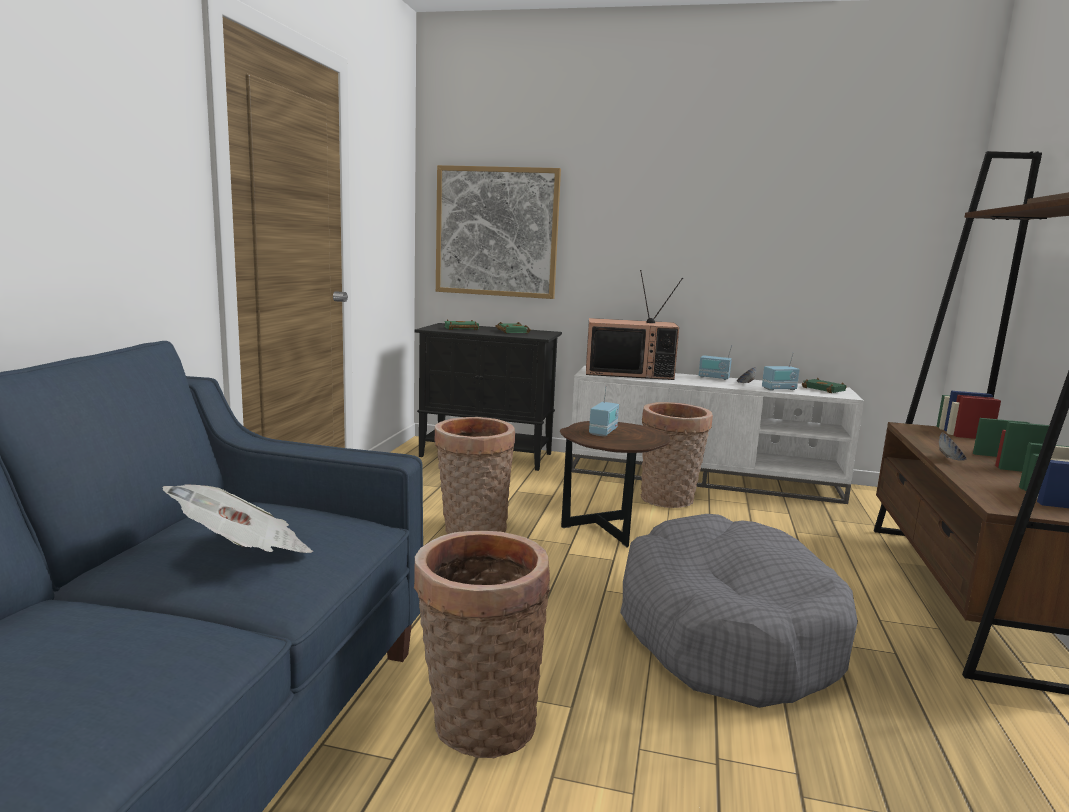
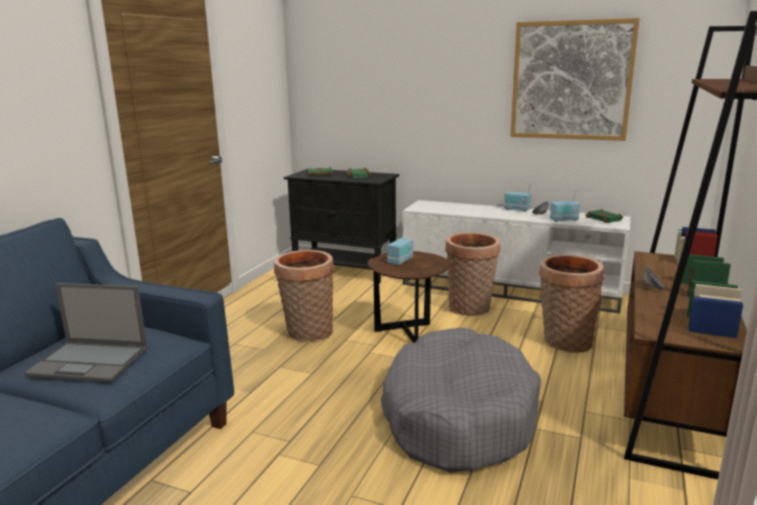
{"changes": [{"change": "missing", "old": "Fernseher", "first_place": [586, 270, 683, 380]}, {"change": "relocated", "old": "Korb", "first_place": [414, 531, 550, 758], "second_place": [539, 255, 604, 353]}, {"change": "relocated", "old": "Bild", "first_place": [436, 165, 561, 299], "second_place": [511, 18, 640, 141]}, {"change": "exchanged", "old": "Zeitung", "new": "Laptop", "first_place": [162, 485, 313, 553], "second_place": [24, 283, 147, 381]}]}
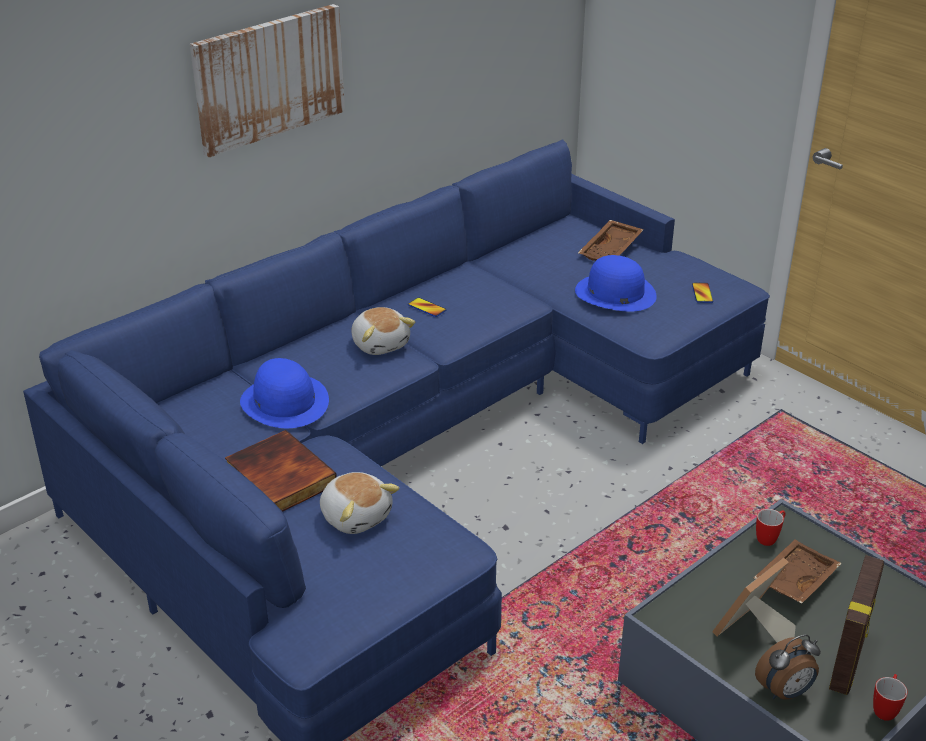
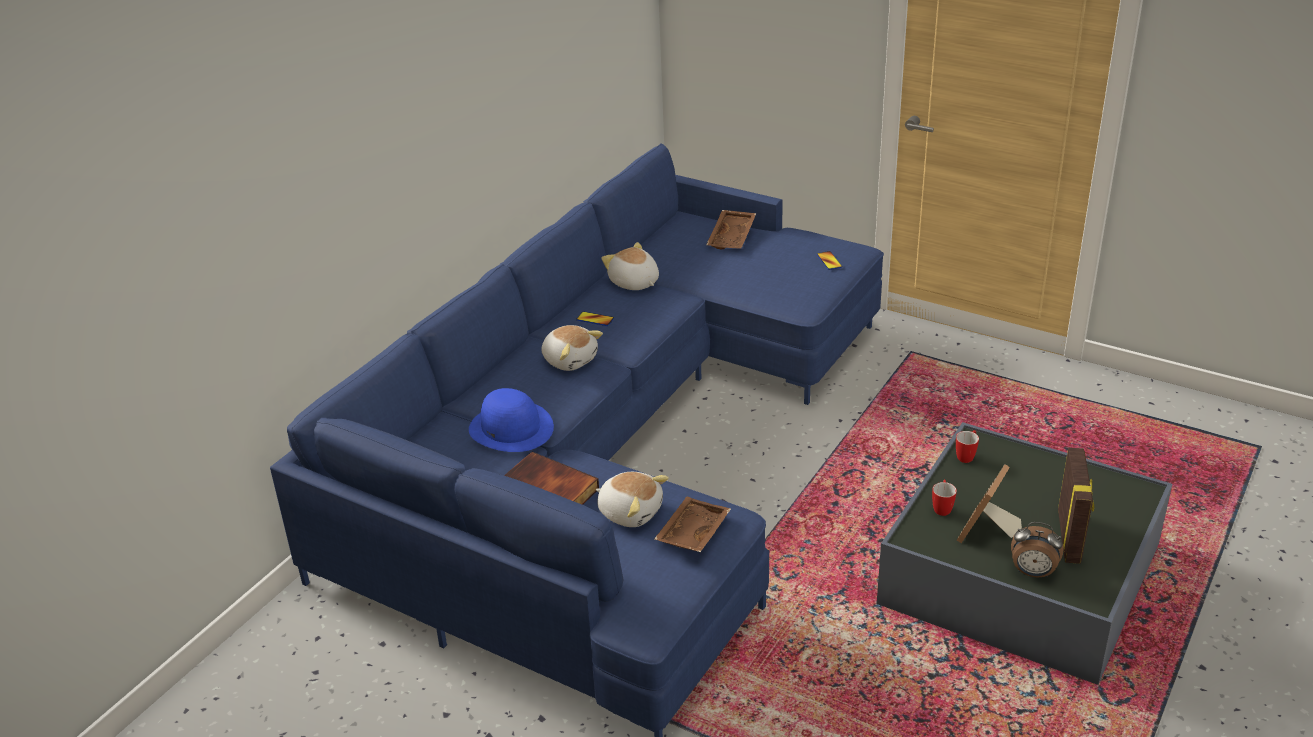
{"changes": [{"change": "missing", "old": "Bild", "first_place": [190, 4, 345, 157]}, {"change": "missing", "old": "Hut/blau", "first_place": [575, 255, 657, 312]}, {"change": "appeared", "new": "Plüschtier", "second_place": [601, 242, 659, 290]}, {"change": "relocated", "old": "Tablett/braun", "first_place": [753, 539, 842, 603], "second_place": [654, 497, 731, 552]}, {"change": "relocated", "old": "Henkelbecher", "first_place": [873, 674, 908, 721], "second_place": [932, 480, 957, 516]}, {"change": "spun", "old": "Wecker", "first_place": [755, 634, 821, 700], "second_place": [1011, 522, 1063, 577], "degrees": 60}]}
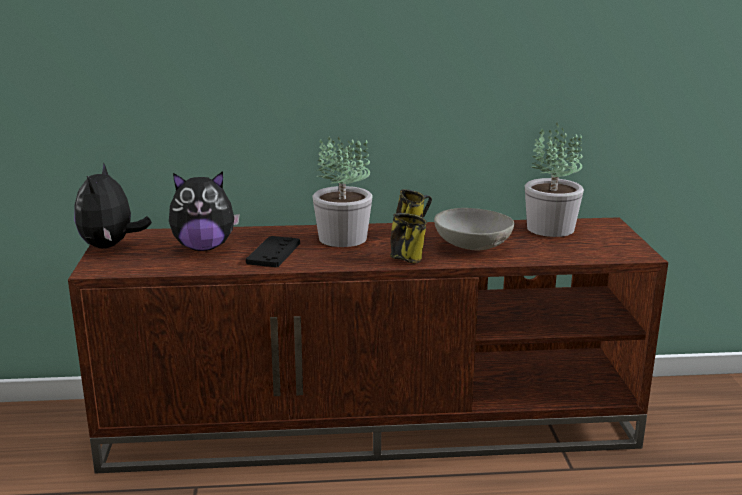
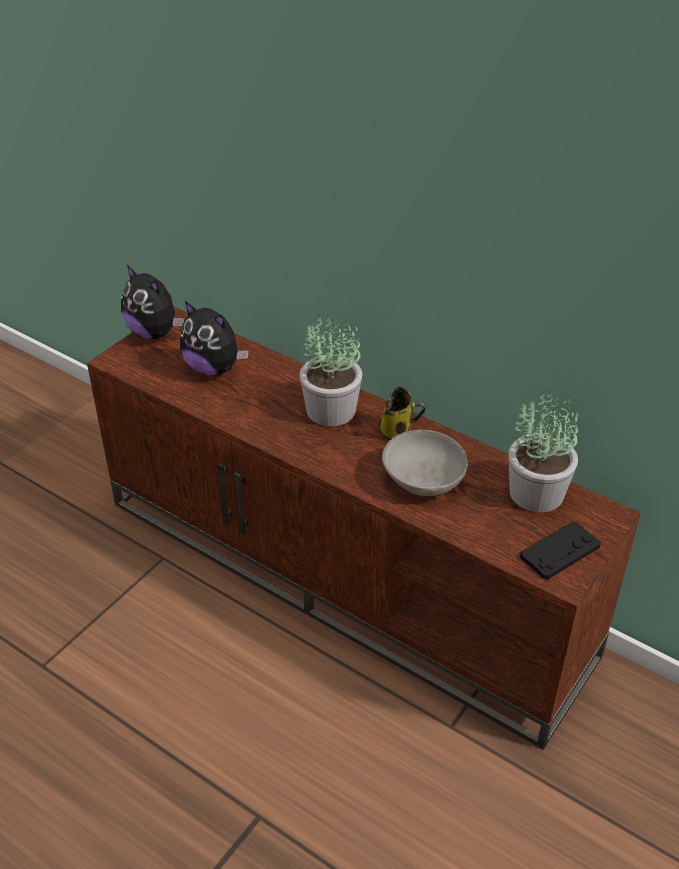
{"changes": [{"change": "missing", "old": "Henkelbecher", "first_place": [390, 213, 427, 264]}, {"change": "relocated", "old": "Gamepad/schwarz", "first_place": [246, 236, 300, 267], "second_place": [520, 521, 601, 580]}, {"change": "spun", "old": "Plüschtier", "first_place": [74, 162, 152, 248], "second_place": [121, 264, 184, 339], "degrees": -90}]}
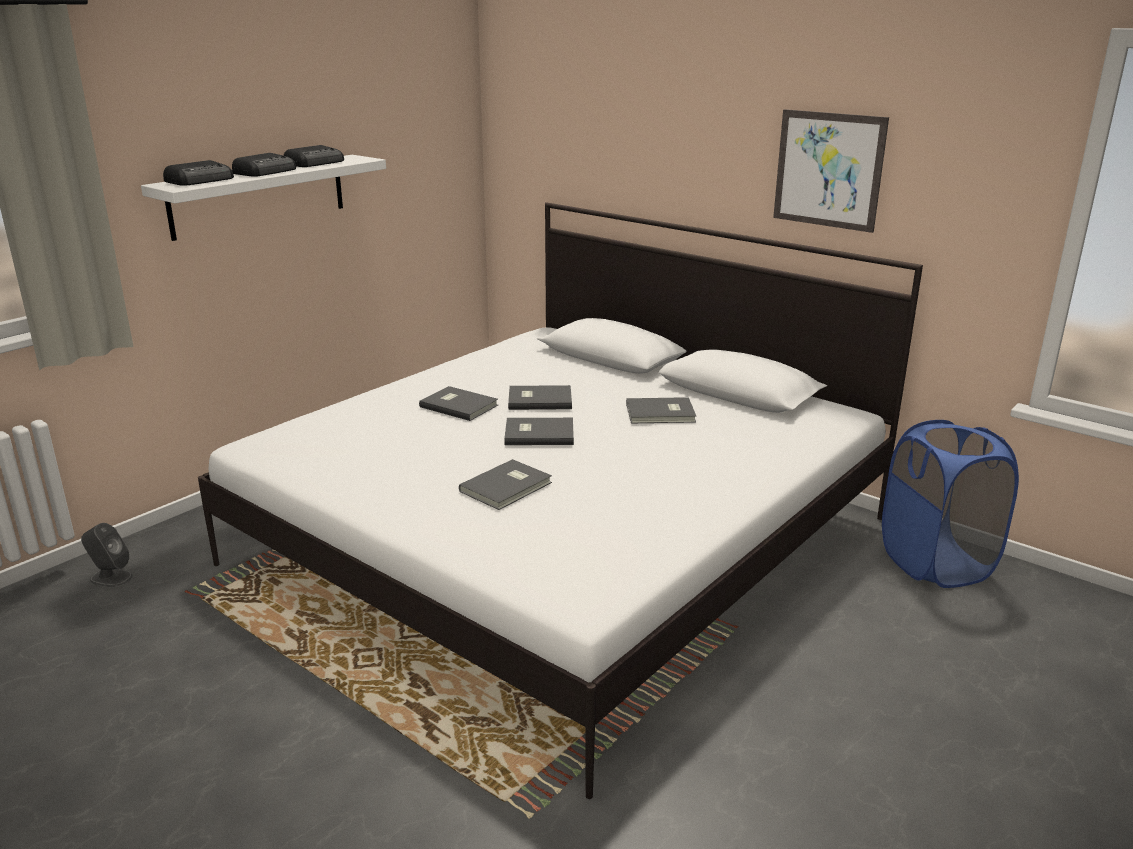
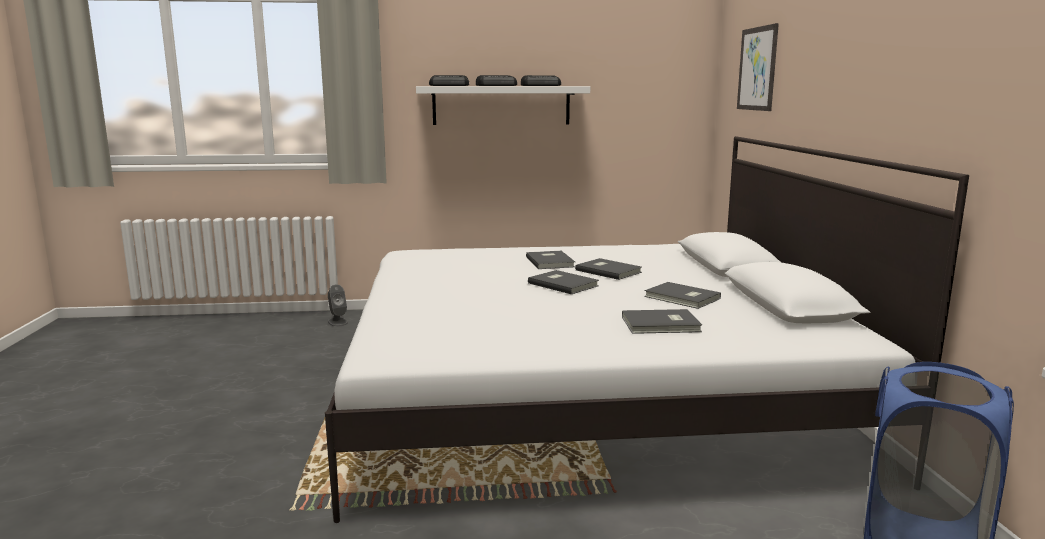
{"changes": [{"change": "relocated", "old": "Buch/grau", "first_place": [459, 459, 552, 510], "second_place": [622, 309, 702, 334]}, {"change": "relocated", "old": "Bild", "first_place": [773, 109, 889, 233], "second_place": [737, 23, 779, 111]}]}
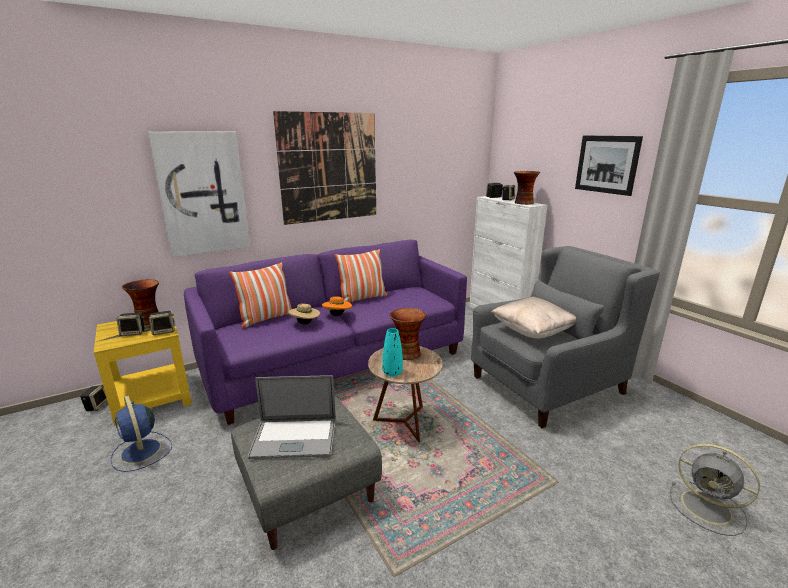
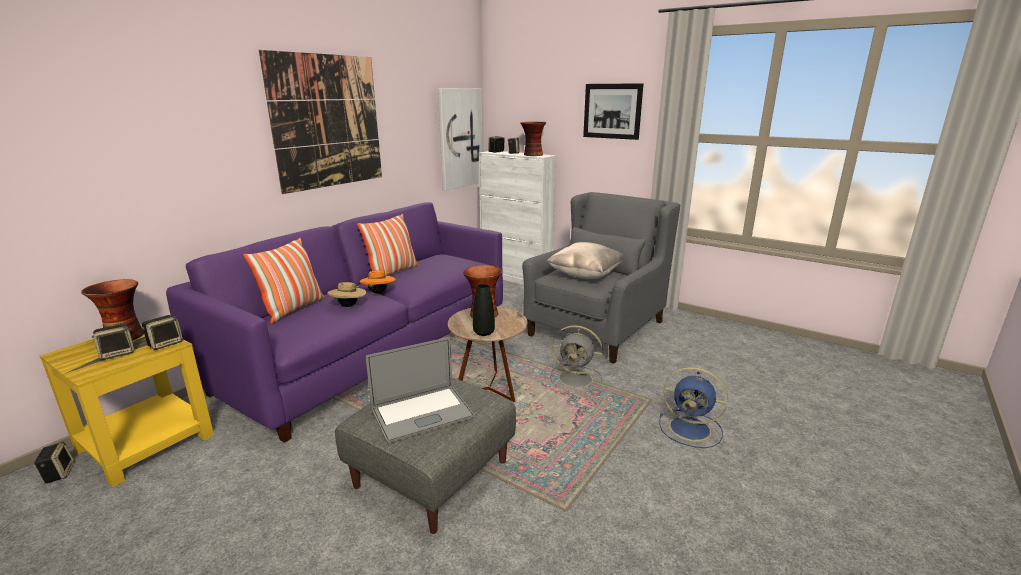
{"changes": [{"change": "relocated", "old": "Ventilator/blau", "first_place": [111, 396, 172, 472], "second_place": [659, 367, 728, 448]}, {"change": "relocated", "old": "Bild", "first_place": [148, 131, 250, 257], "second_place": [438, 88, 483, 191]}, {"change": "relocated", "old": "Ventilator/grau", "first_place": [670, 444, 760, 536], "second_place": [550, 325, 604, 390]}, {"change": "colour", "old": "Vase/türkis", "new": "Vase/schwarz", "first_place": [382, 328, 403, 377], "second_place": [473, 284, 495, 336]}]}
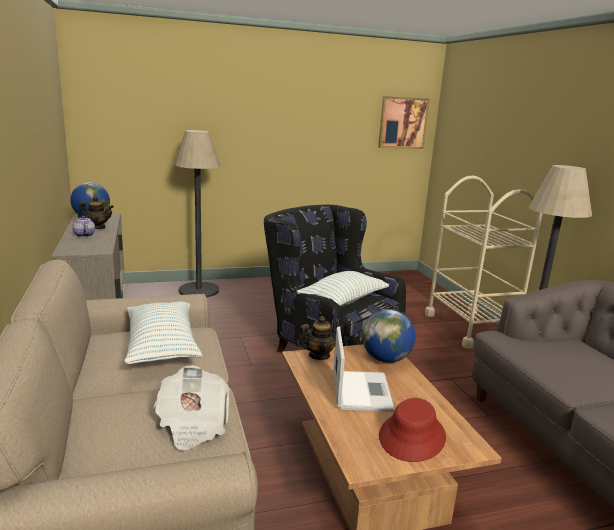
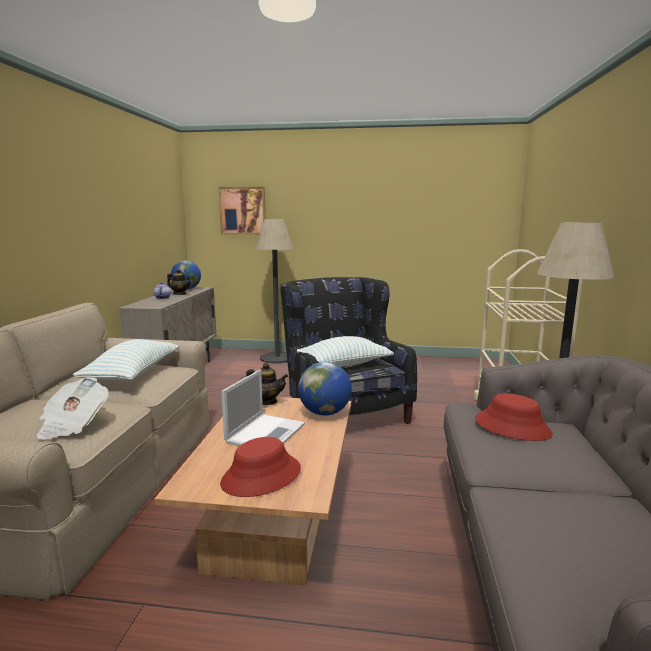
{"changes": [{"change": "appeared", "new": "Hut/rot", "second_place": [475, 393, 553, 441]}, {"change": "relocated", "old": "Bild", "first_place": [378, 96, 430, 149], "second_place": [218, 187, 266, 235]}]}
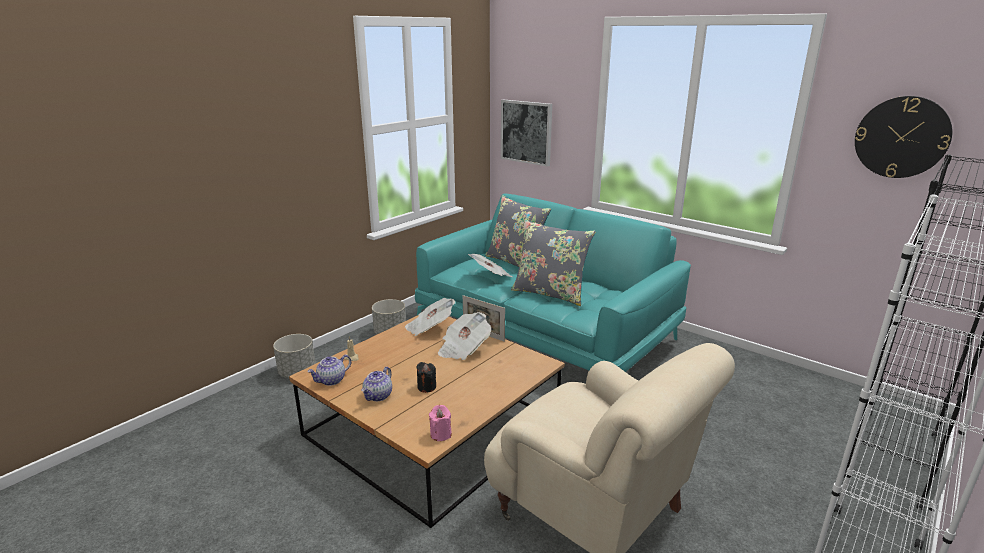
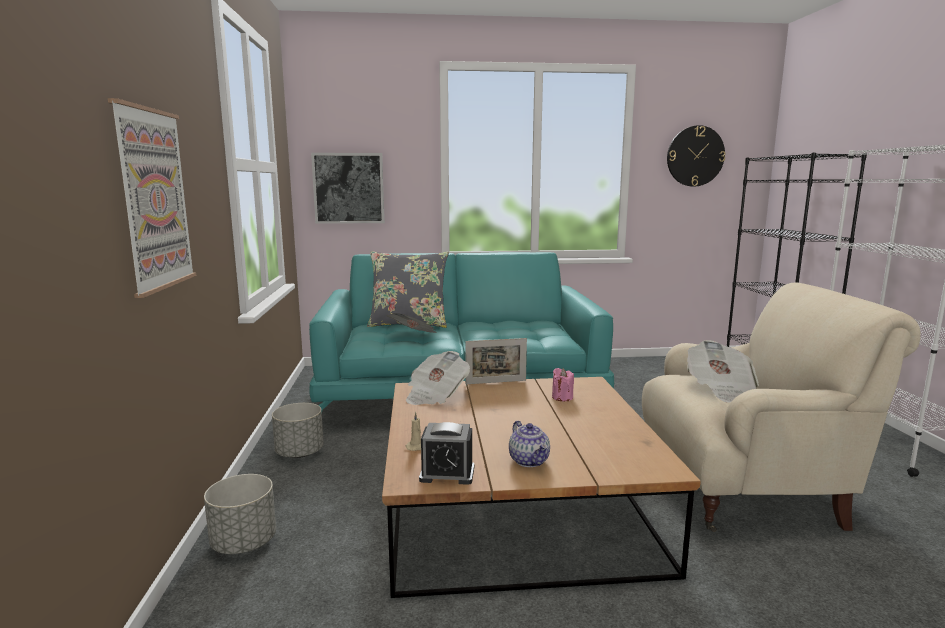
{"changes": [{"change": "missing", "old": "Kerze/schwarz", "first_place": [416, 362, 436, 393]}, {"change": "missing", "old": "Kissen/grau", "first_place": [511, 219, 596, 306]}, {"change": "appeared", "new": "Bild", "second_place": [108, 98, 196, 298]}, {"change": "relocated", "old": "Kerze/rosa", "first_place": [429, 405, 452, 441], "second_place": [552, 368, 574, 401]}, {"change": "relocated", "old": "Zeitung", "first_place": [438, 312, 491, 360], "second_place": [687, 340, 759, 403]}, {"change": "exchanged", "old": "Teekanne", "new": "Wecker", "first_place": [307, 355, 351, 386], "second_place": [419, 422, 474, 485]}]}
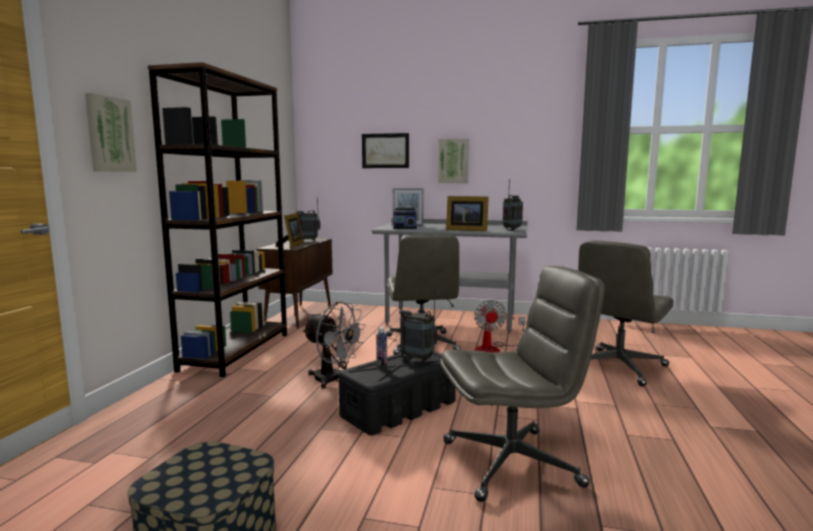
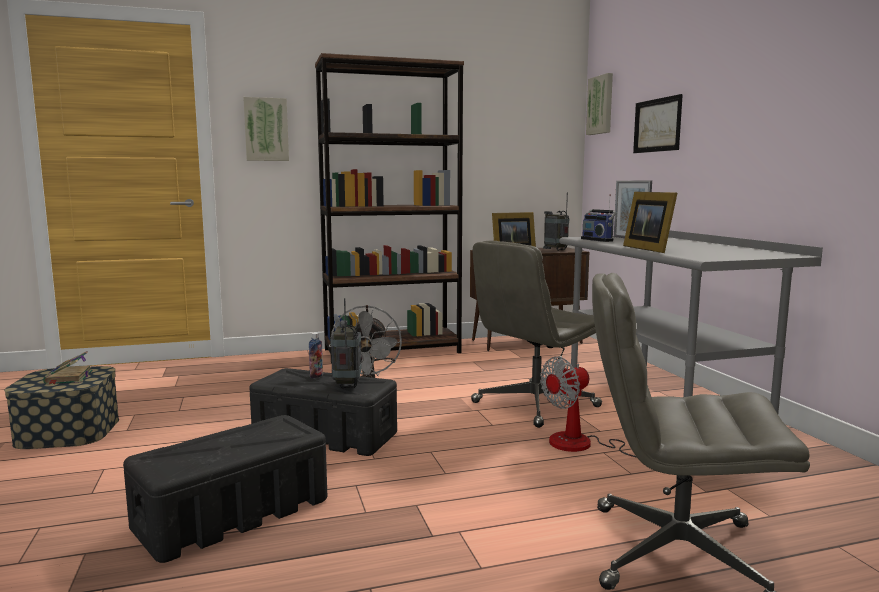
{"changes": [{"change": "missing", "old": "Radio", "first_place": [502, 179, 523, 230]}, {"change": "appeared", "new": "Buch", "second_place": [43, 351, 93, 385]}, {"change": "relocated", "old": "Bild", "first_place": [438, 139, 469, 183], "second_place": [586, 73, 613, 135]}, {"change": "exchanged", "old": "Bürostuhl/grau", "new": "Aufbewahrungsbox/schwarz", "first_place": [440, 266, 605, 502], "second_place": [123, 415, 327, 563]}]}
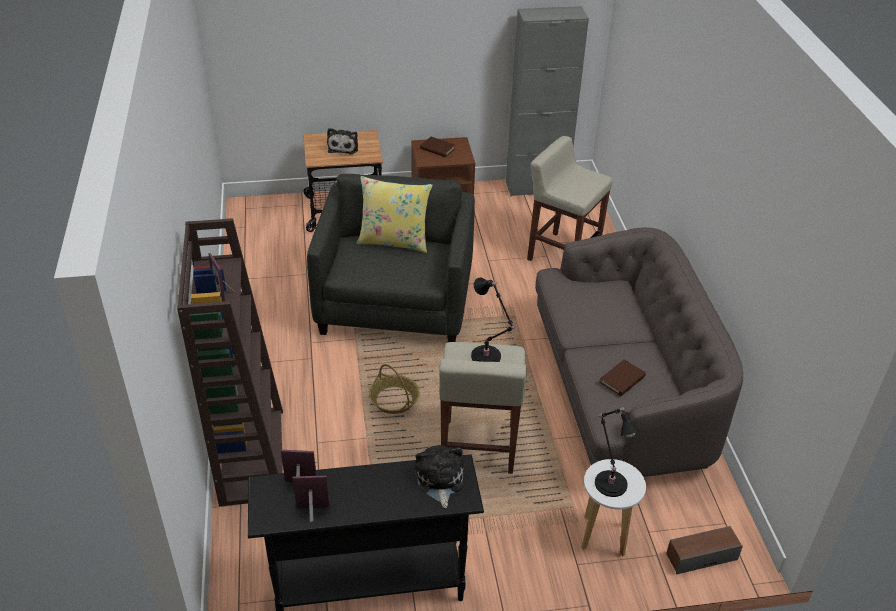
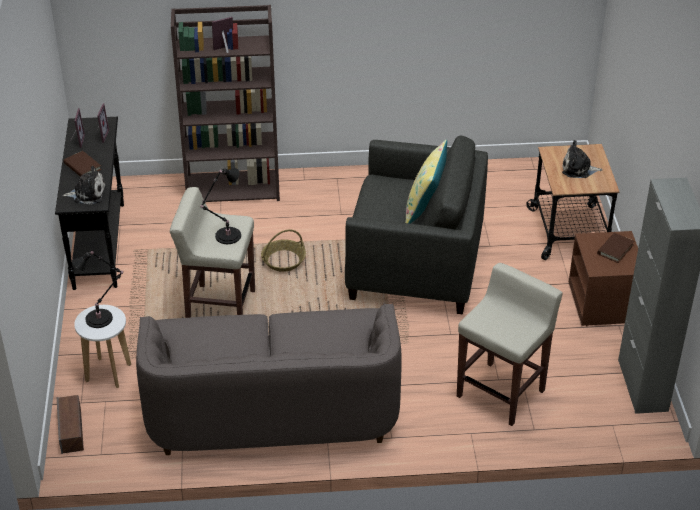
{"changes": [{"change": "relocated", "old": "Buch/braun", "first_place": [599, 359, 646, 396], "second_place": [63, 151, 102, 177]}]}
